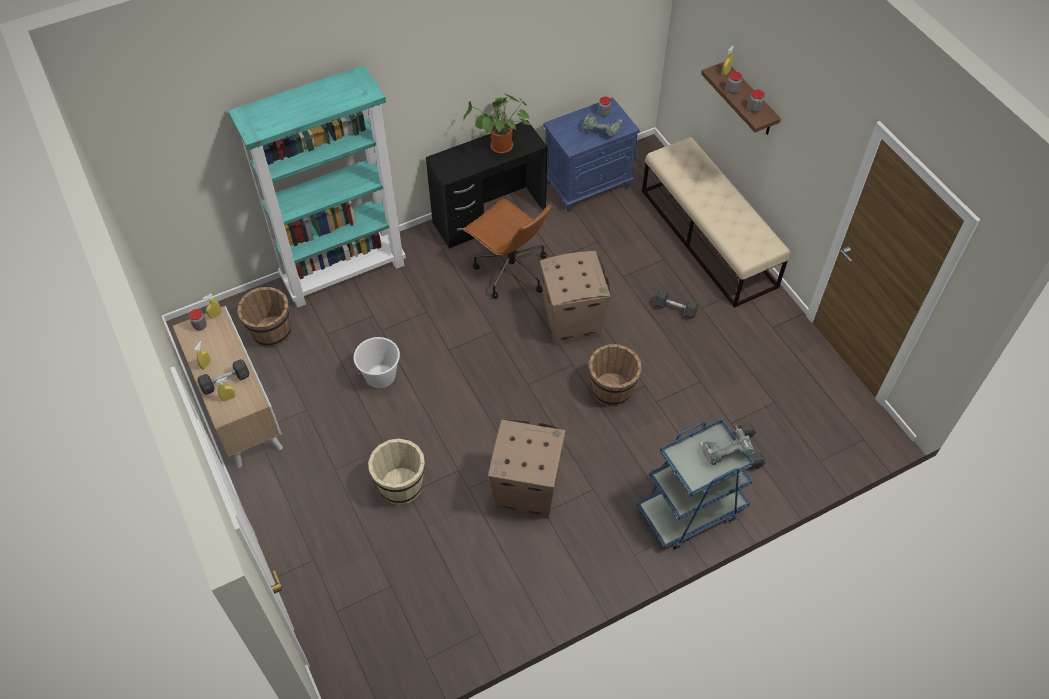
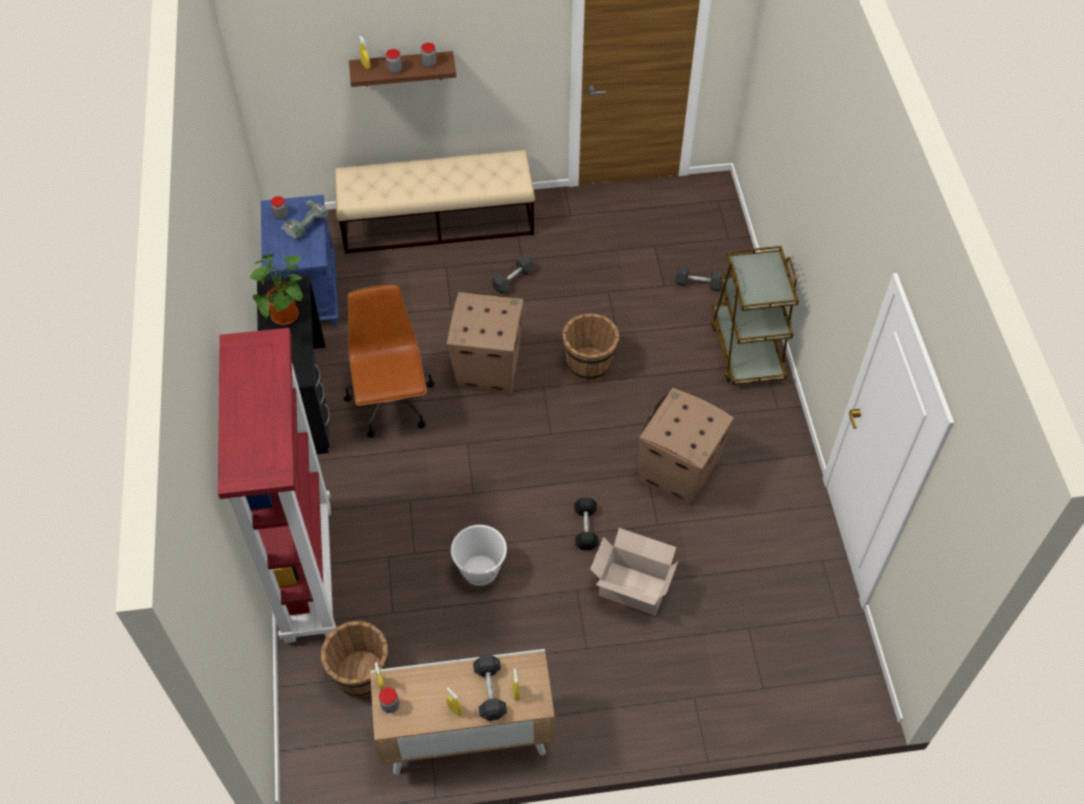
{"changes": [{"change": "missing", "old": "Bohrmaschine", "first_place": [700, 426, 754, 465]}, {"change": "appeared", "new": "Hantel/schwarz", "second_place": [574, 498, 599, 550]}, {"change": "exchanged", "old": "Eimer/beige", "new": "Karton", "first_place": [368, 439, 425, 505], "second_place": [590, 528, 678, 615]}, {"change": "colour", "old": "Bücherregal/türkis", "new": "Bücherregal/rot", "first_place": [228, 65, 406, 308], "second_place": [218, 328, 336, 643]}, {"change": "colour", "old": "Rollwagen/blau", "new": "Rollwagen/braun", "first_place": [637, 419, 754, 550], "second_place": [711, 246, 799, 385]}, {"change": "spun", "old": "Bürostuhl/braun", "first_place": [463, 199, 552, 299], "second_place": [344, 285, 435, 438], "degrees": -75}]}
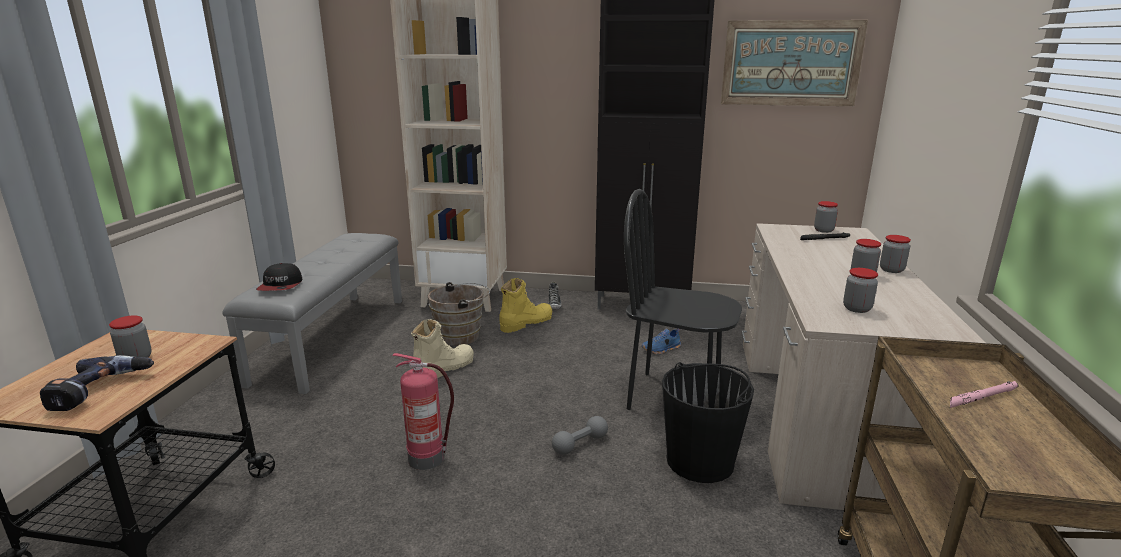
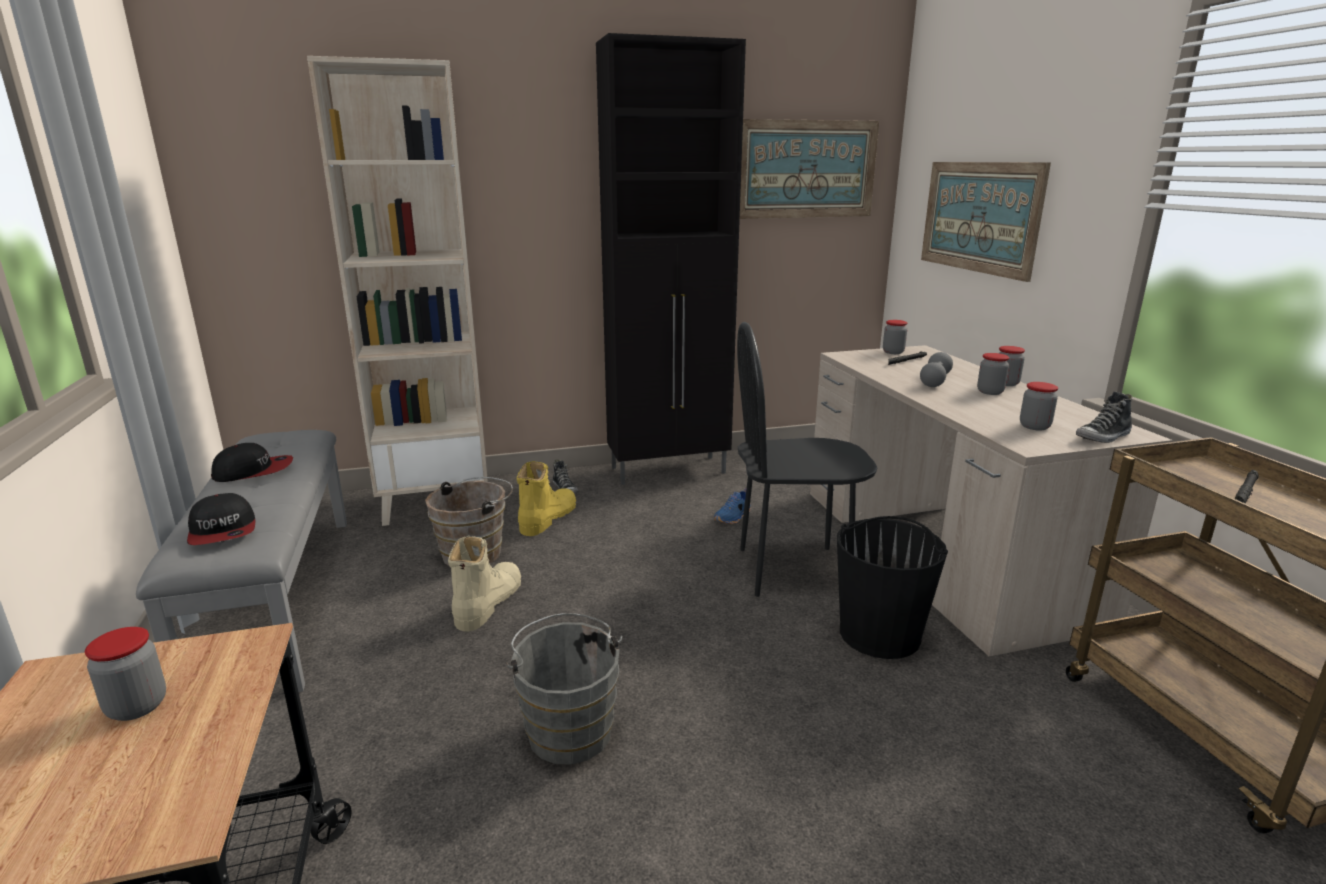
{"changes": [{"change": "missing", "old": "Bohrmaschine", "first_place": [40, 355, 154, 411]}, {"change": "appeared", "new": "Kappe", "second_place": [211, 443, 293, 482]}, {"change": "appeared", "new": "Bild", "second_place": [921, 162, 1051, 282]}, {"change": "appeared", "new": "Schuh", "second_place": [1076, 391, 1132, 443]}, {"change": "relocated", "old": "Hantel/grau", "first_place": [552, 416, 608, 455], "second_place": [920, 352, 953, 387]}, {"change": "exchanged", "old": "Feuerlöscher", "new": "Eimer/grau", "first_place": [392, 353, 454, 470], "second_place": [506, 613, 622, 765]}, {"change": "colour", "old": "Taschenlampe/rosa", "new": "Taschenlampe/schwarz", "first_place": [950, 381, 1019, 408], "second_place": [1235, 470, 1259, 504]}]}
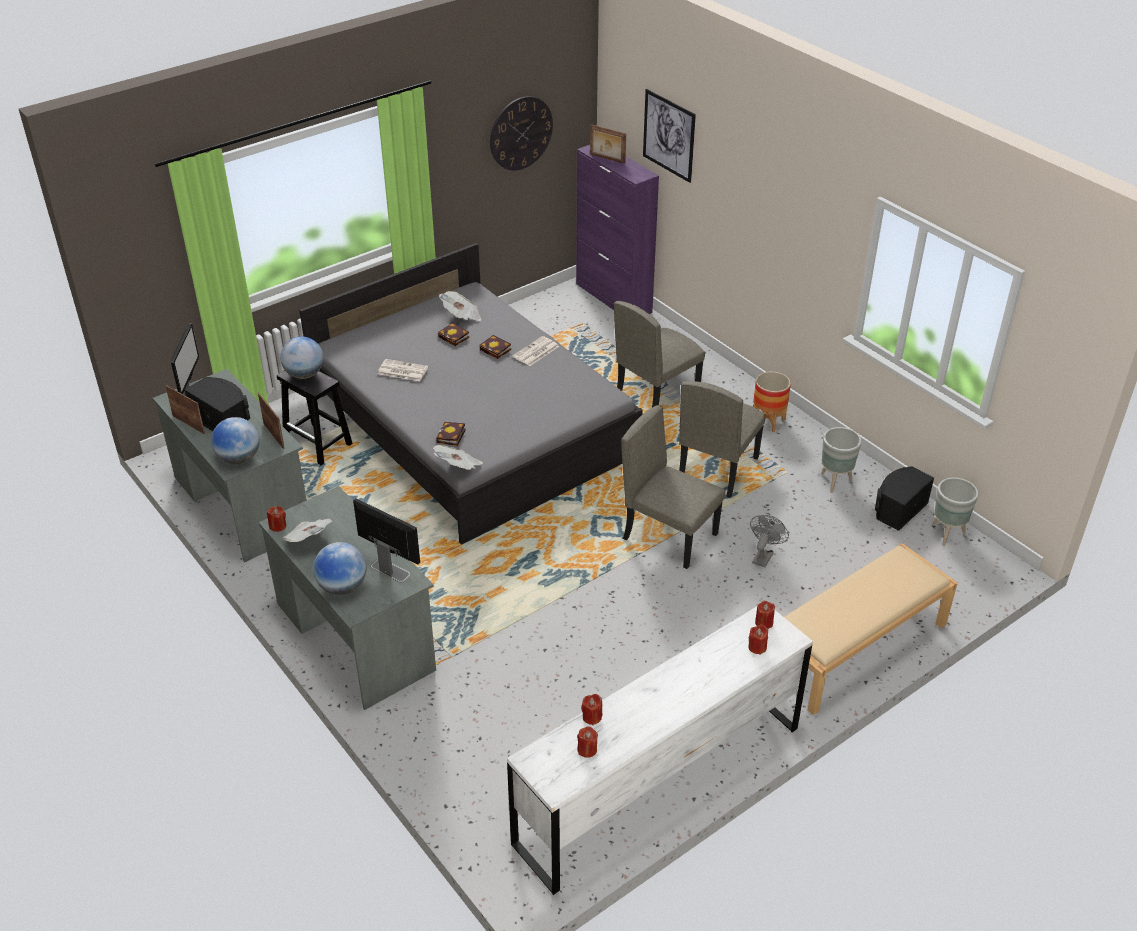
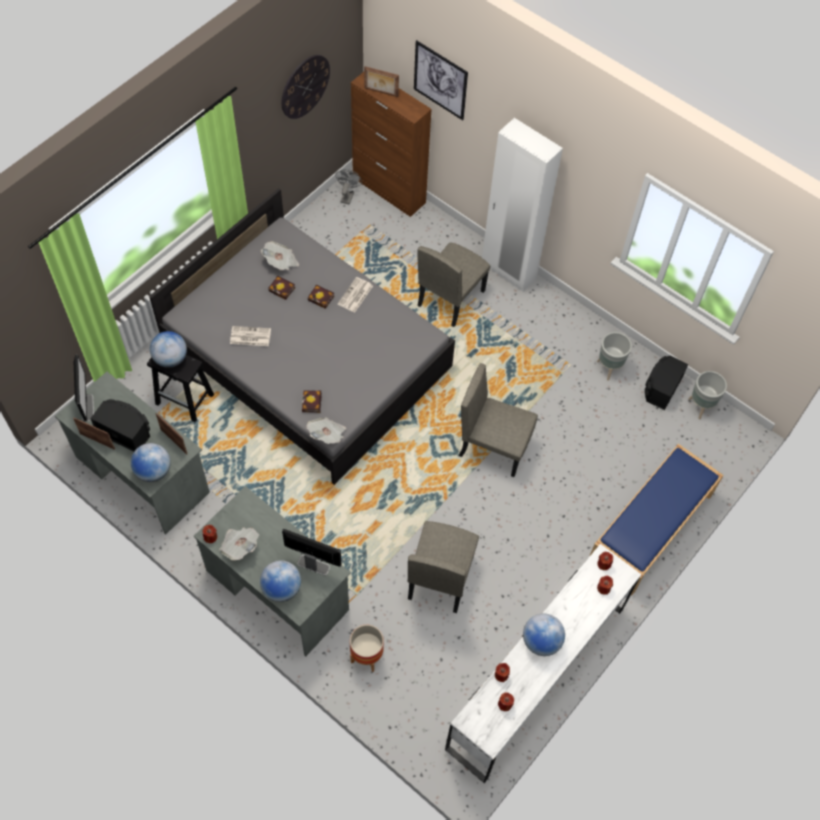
{"changes": [{"change": "appeared", "new": "Kleiderschrank/weiß", "second_place": [482, 118, 563, 292]}, {"change": "appeared", "new": "Globus", "second_place": [523, 614, 565, 656]}, {"change": "relocated", "old": "Stuhl/beige", "first_place": [679, 381, 766, 498], "second_place": [408, 521, 479, 613]}, {"change": "relocated", "old": "Ventilator/grau", "first_place": [750, 515, 789, 568], "second_place": [335, 169, 362, 205]}, {"change": "relocated", "old": "Pflanzkübel", "first_place": [753, 371, 791, 432], "second_place": [350, 625, 384, 672]}, {"change": "colour", "old": "Schrank/lila", "new": "Schrank/braun", "first_place": [576, 145, 659, 314], "second_place": [351, 72, 432, 217]}, {"change": "colour", "old": "Bank/beige", "new": "Bank/blau", "first_place": [784, 543, 958, 715], "second_place": [589, 444, 724, 596]}]}
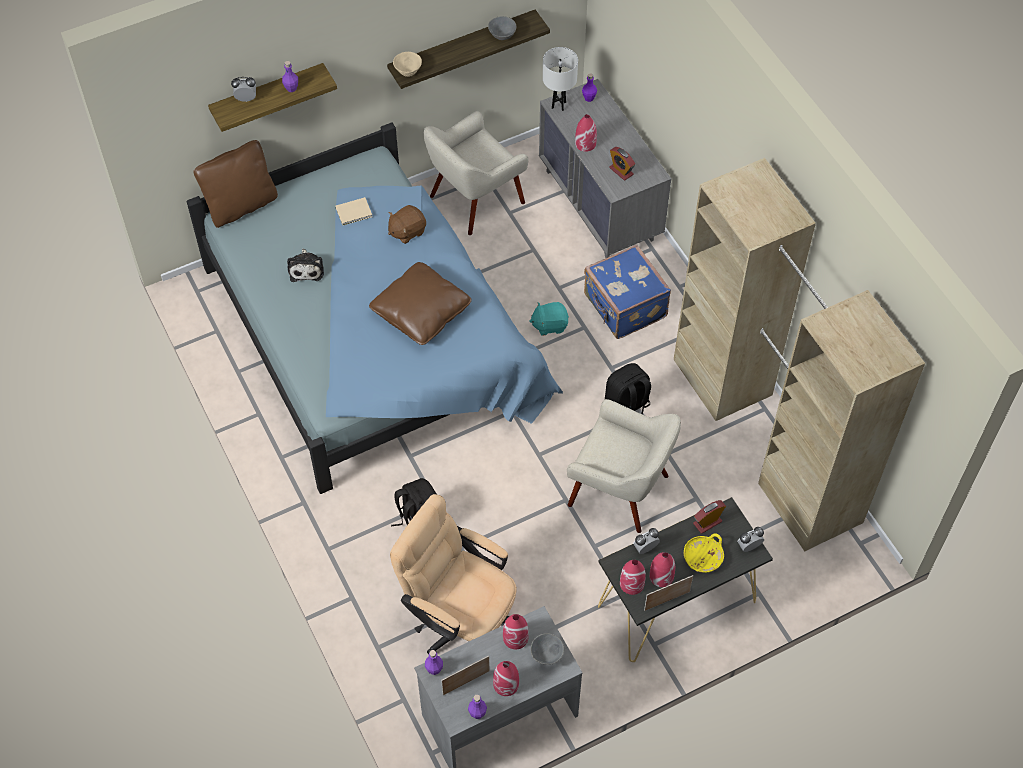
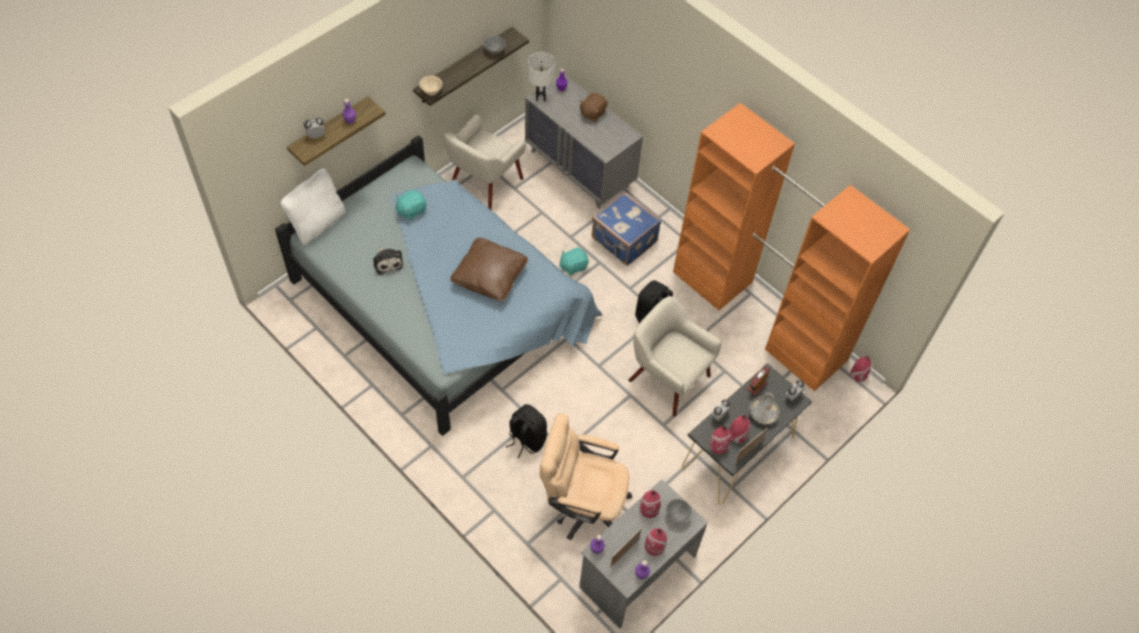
{"changes": [{"change": "missing", "old": "Wecker", "first_place": [609, 147, 635, 181]}, {"change": "relocated", "old": "Plüschtier/braun", "first_place": [388, 205, 426, 244], "second_place": [580, 93, 608, 122]}, {"change": "relocated", "old": "Vase/rot", "first_place": [575, 114, 597, 152], "second_place": [850, 356, 872, 382]}, {"change": "exchanged", "old": "Buch/beige", "new": "Plüschtier/türkis", "first_place": [335, 197, 372, 225], "second_place": [396, 190, 426, 221]}, {"change": "colour", "old": "Kissen/braun", "new": "Kissen/weiß", "first_place": [194, 140, 278, 228], "second_place": [281, 169, 345, 245]}, {"change": "colour", "old": "Kleiderschrank/beige", "new": "Kleiderschrank/orange", "first_place": [674, 158, 925, 551], "second_place": [673, 103, 910, 391]}, {"change": "colour", "old": "Schüssel/gelb", "new": "Schüssel/grau", "first_place": [684, 533, 724, 573], "second_place": [749, 393, 780, 425]}, {"change": "spun", "old": "Sessel/beige", "first_place": [567, 399, 681, 533], "second_place": [628, 296, 722, 417], "degrees": -150}]}
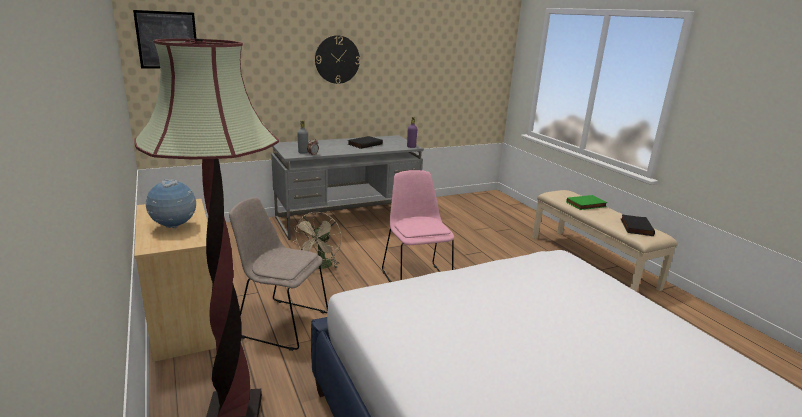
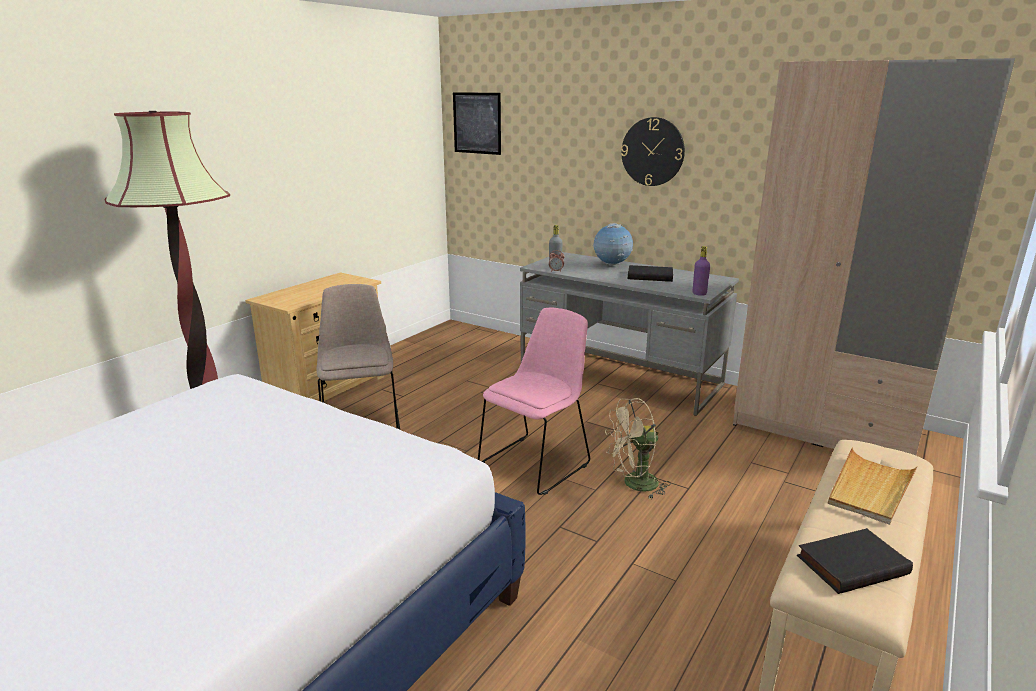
{"changes": [{"change": "appeared", "new": "Kleiderschrank/beige", "second_place": [733, 58, 1015, 455]}, {"change": "relocated", "old": "Globus", "first_place": [146, 179, 196, 228], "second_place": [592, 223, 633, 266]}, {"change": "relocated", "old": "Ventilator/beige", "first_place": [292, 212, 342, 269], "second_place": [605, 398, 671, 499]}, {"change": "exchanged", "old": "Buch/grün", "new": "Tablett/beige", "first_place": [566, 195, 608, 210], "second_place": [828, 447, 918, 525]}]}
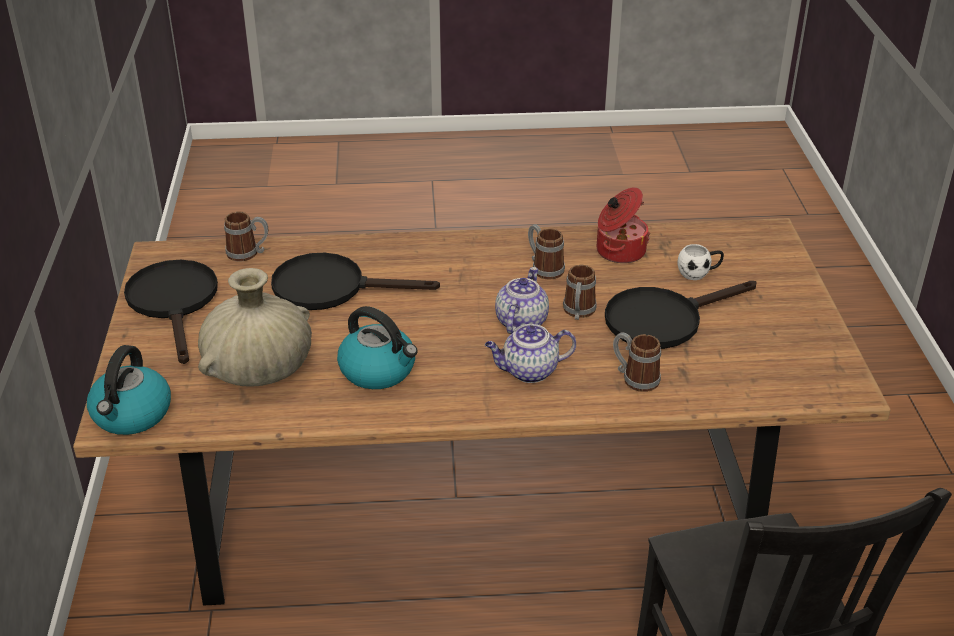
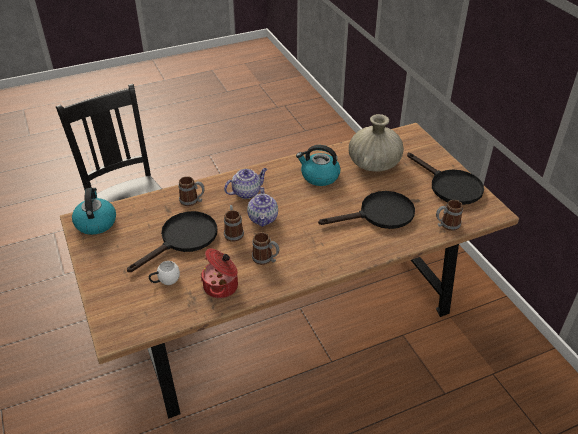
{"changes": [{"change": "relocated", "old": "Wasserkessel", "first_place": [87, 345, 171, 435], "second_place": [72, 188, 116, 235]}]}
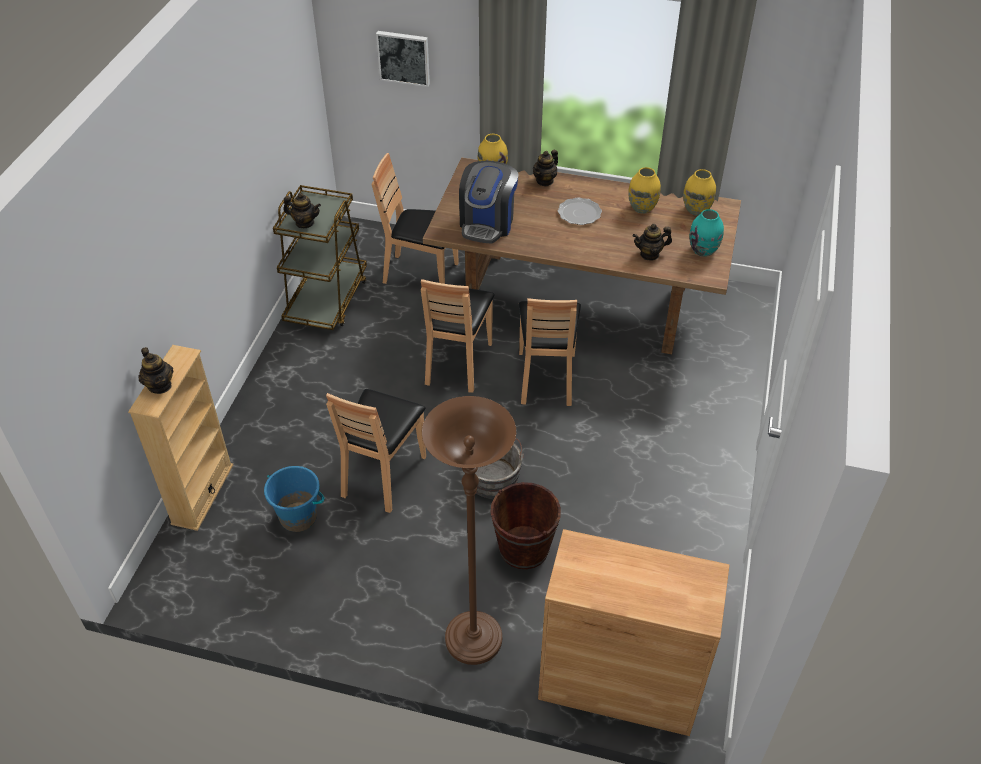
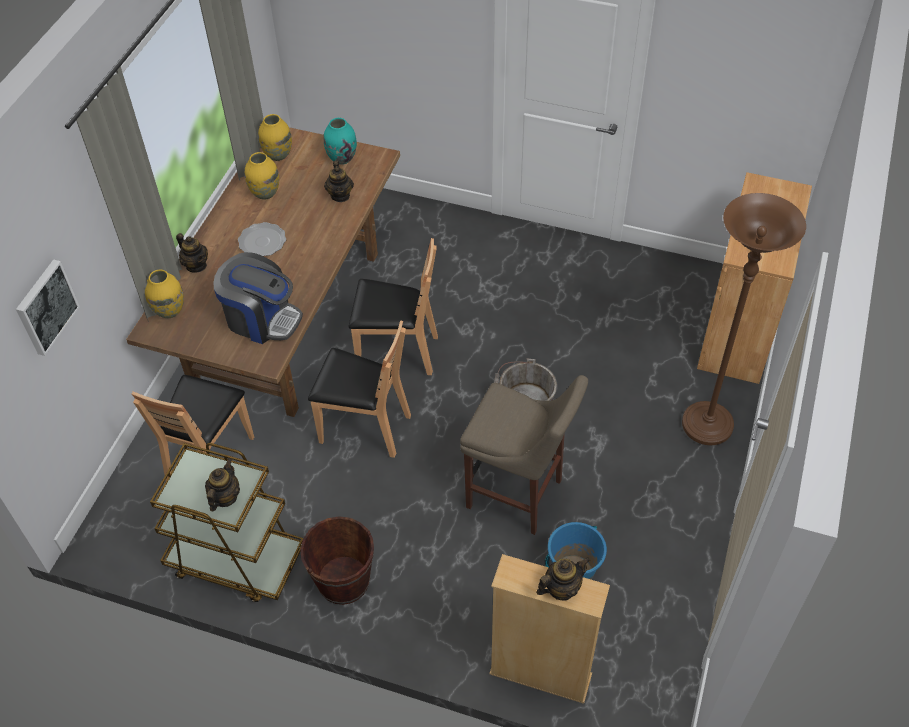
{"changes": [{"change": "relocated", "old": "Eimer/braun", "first_place": [490, 482, 561, 569], "second_place": [300, 516, 374, 605]}, {"change": "exchanged", "old": "Stuhl/braun", "new": "Hocker/beige", "first_place": [326, 389, 426, 513], "second_place": [460, 375, 588, 535]}]}
